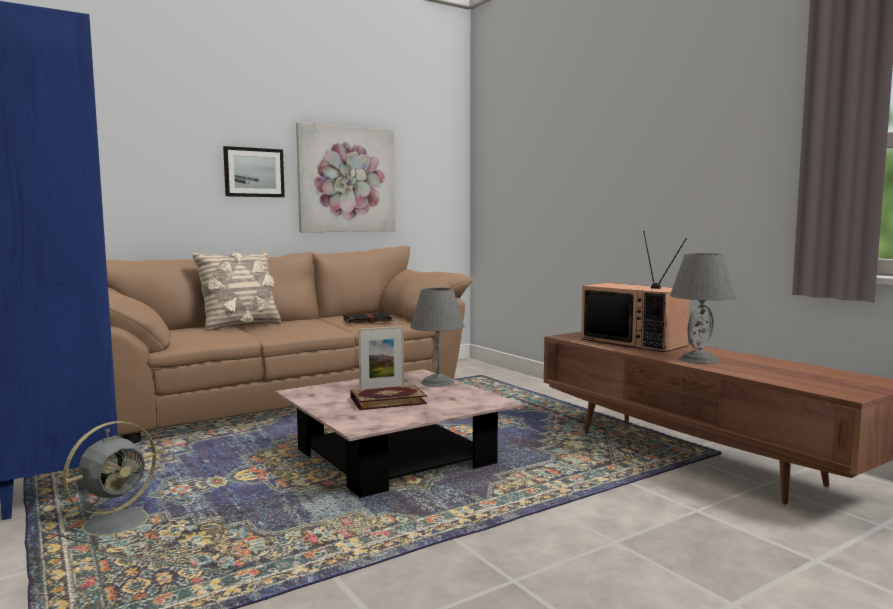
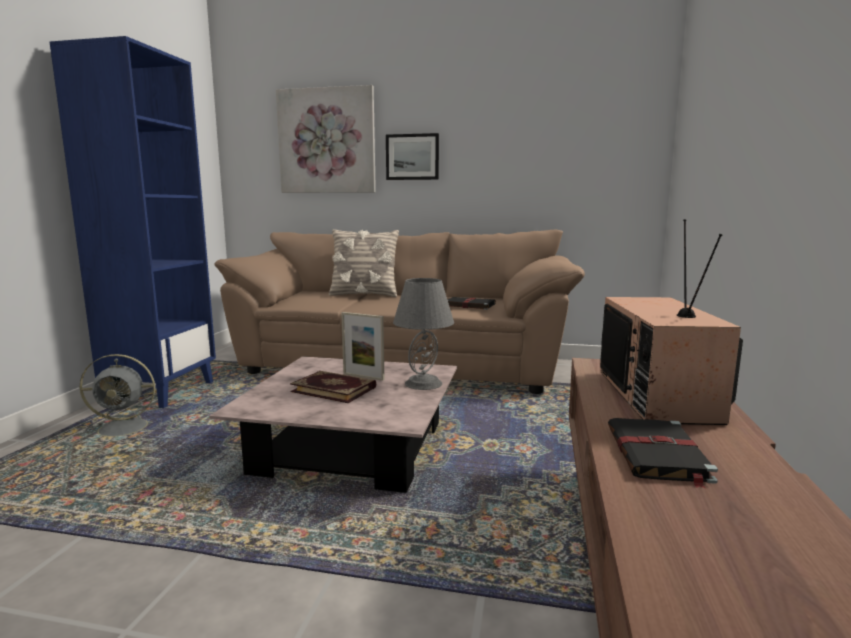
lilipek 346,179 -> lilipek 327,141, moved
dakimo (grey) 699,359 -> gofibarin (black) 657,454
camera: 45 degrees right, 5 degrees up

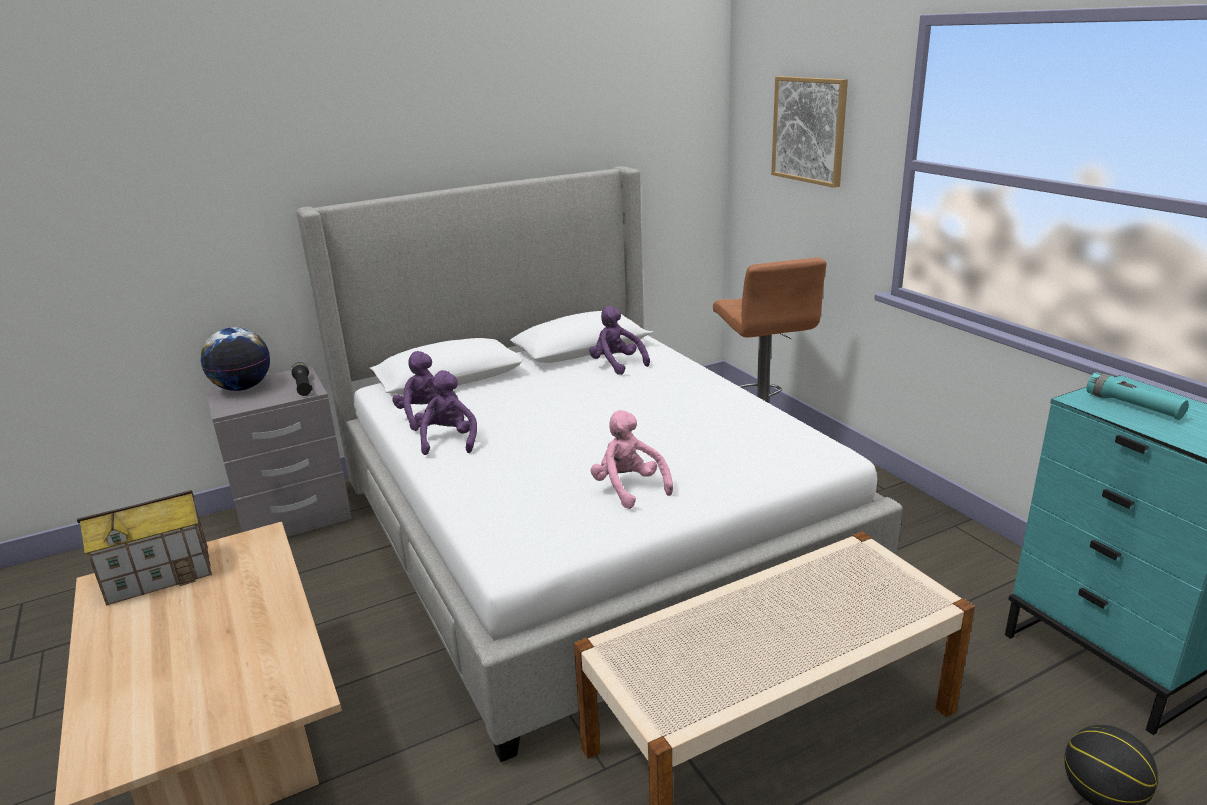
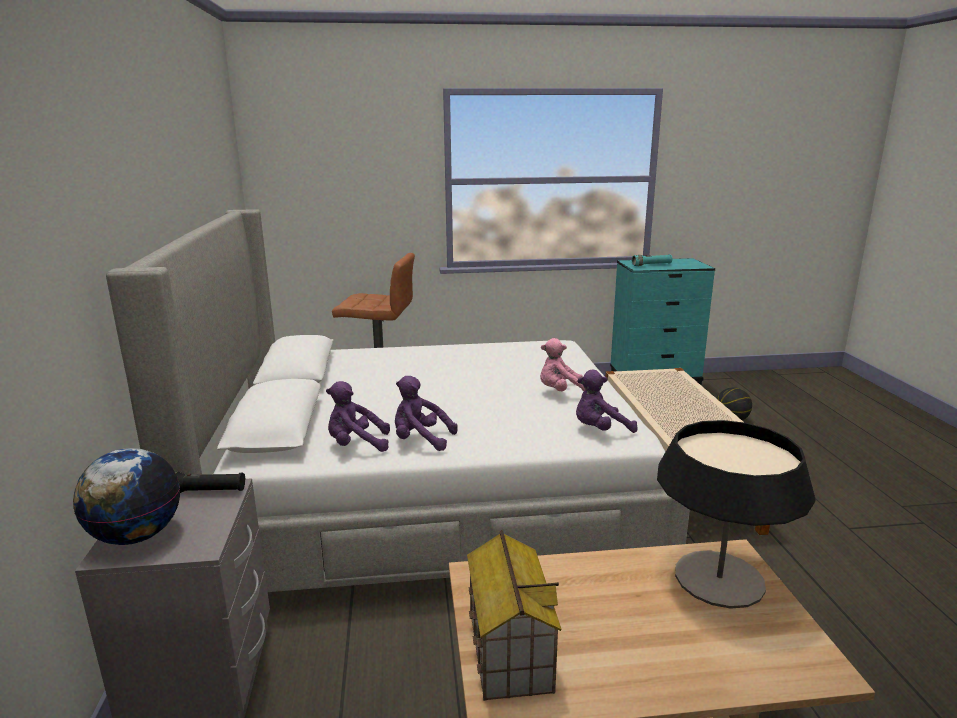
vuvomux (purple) 616,364 -> vuvomux (purple) 600,430, moved
lilipek 809,130 -> none
none -> dakimo 719,579
camera: 70 degrees left, 5 degrees down

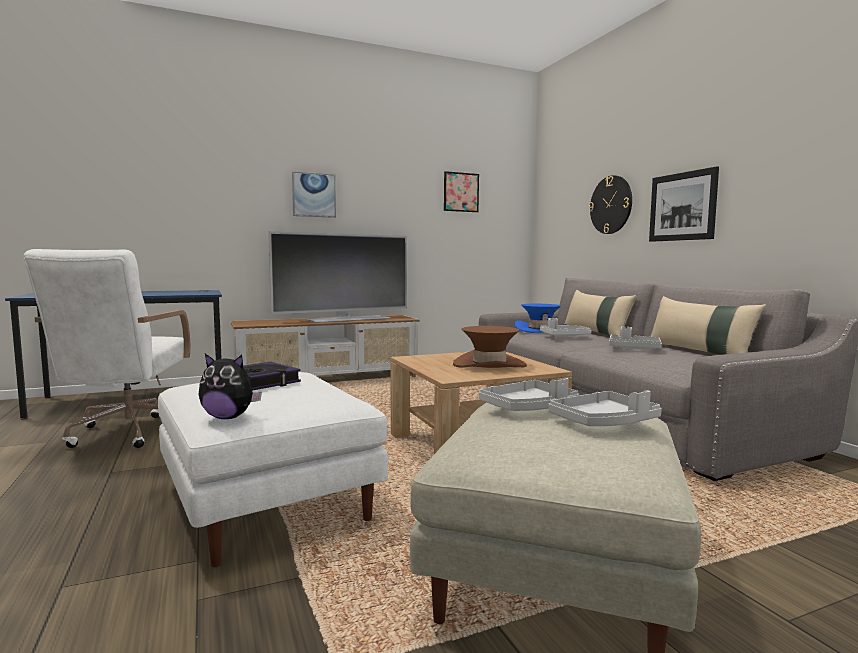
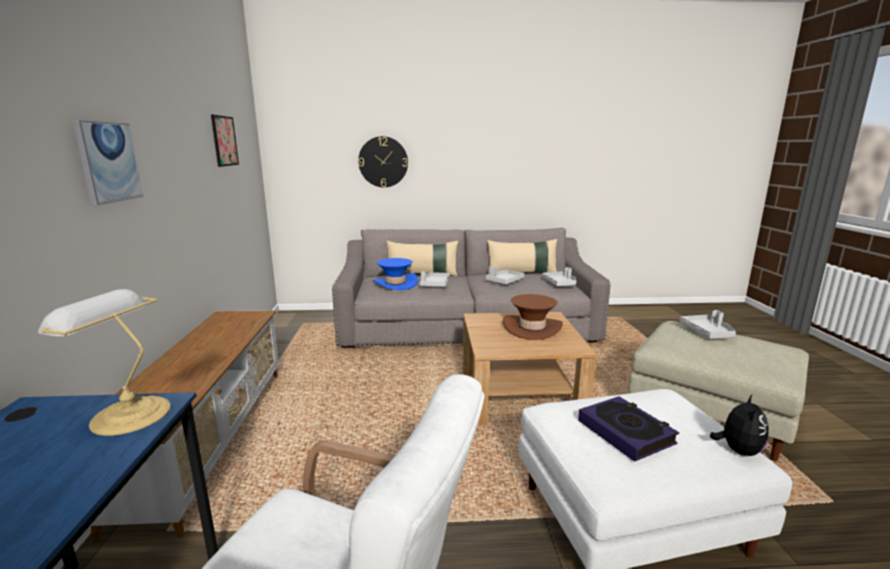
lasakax 348,319 -> none
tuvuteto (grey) 528,408 -> tuvuteto (grey) 560,283, moved
lilipek 682,206 -> none
none -> dakimo 127,414
camera: 70 degrees left, 10 degrees up

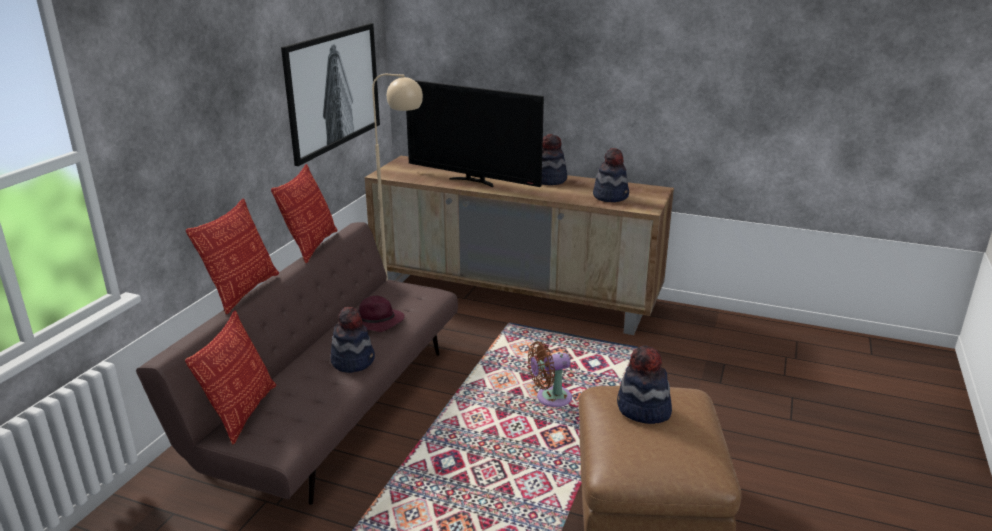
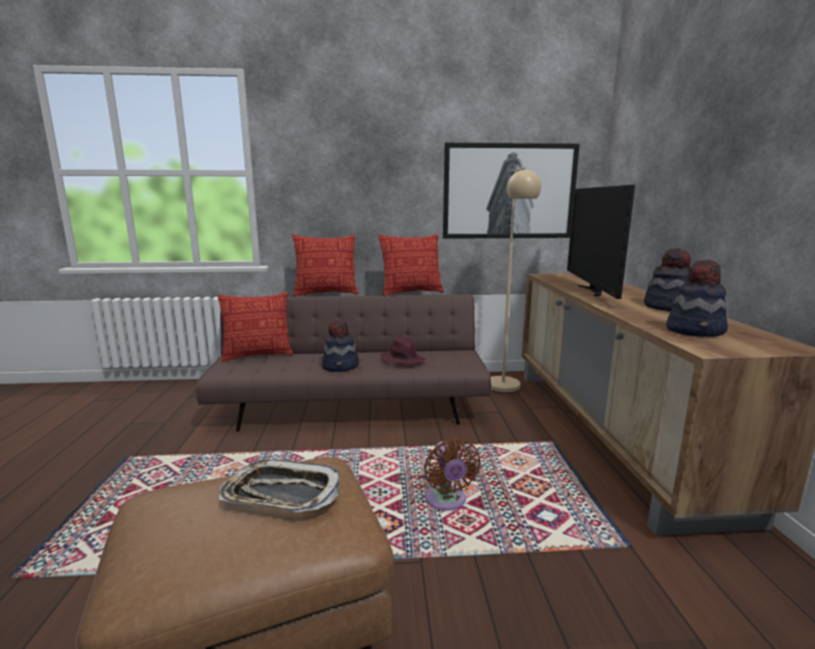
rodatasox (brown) 550,398 -> rodatasox (brown) 447,501, 150 degrees counterclockwise
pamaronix 643,410 -> tuvuteto 282,494
camera: 65 degrees right, 10 degrees down

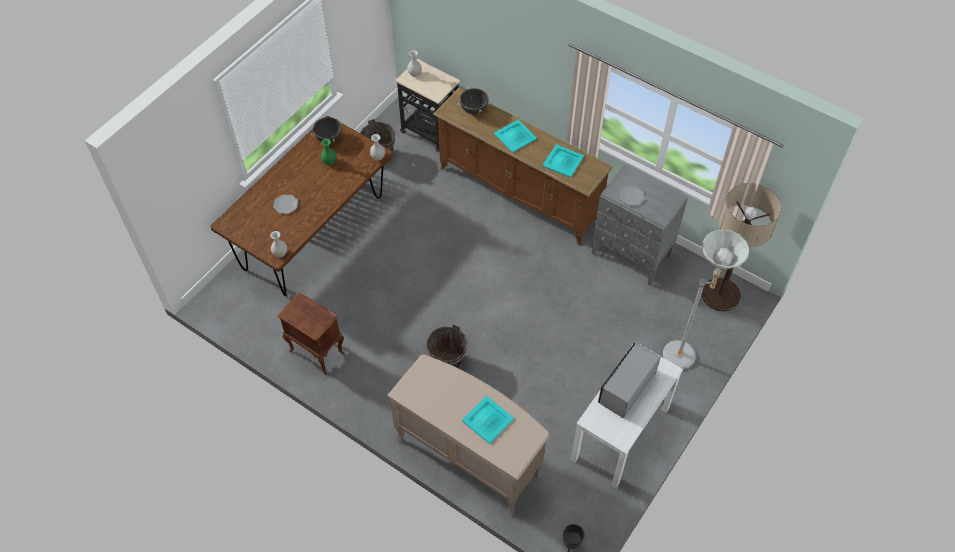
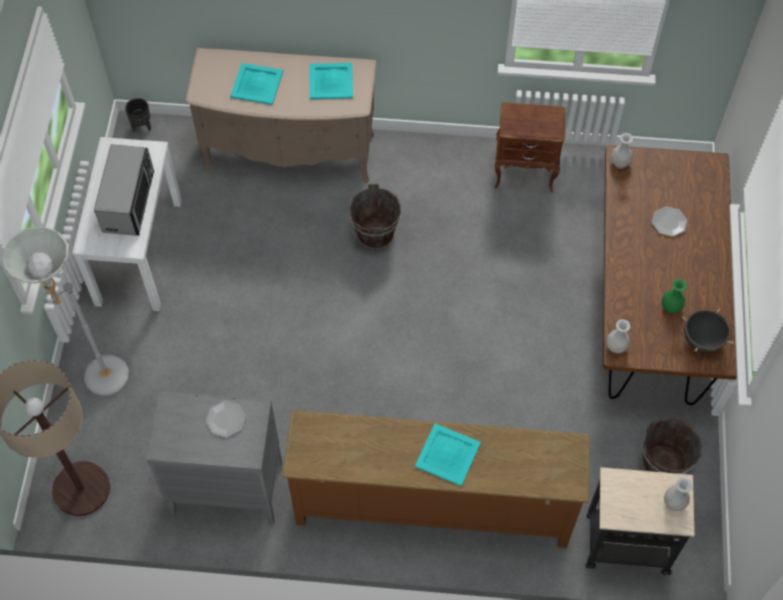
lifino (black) 474,109 -> none
tuvuteto (turquoise) 562,161 -> tuvuteto (turquoise) 331,81, moved
camera: 150 degrees right, 5 degrees up

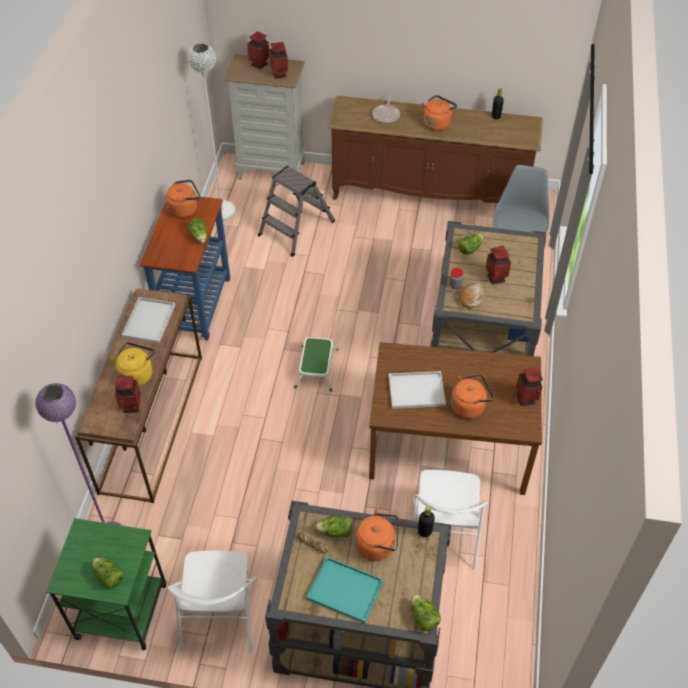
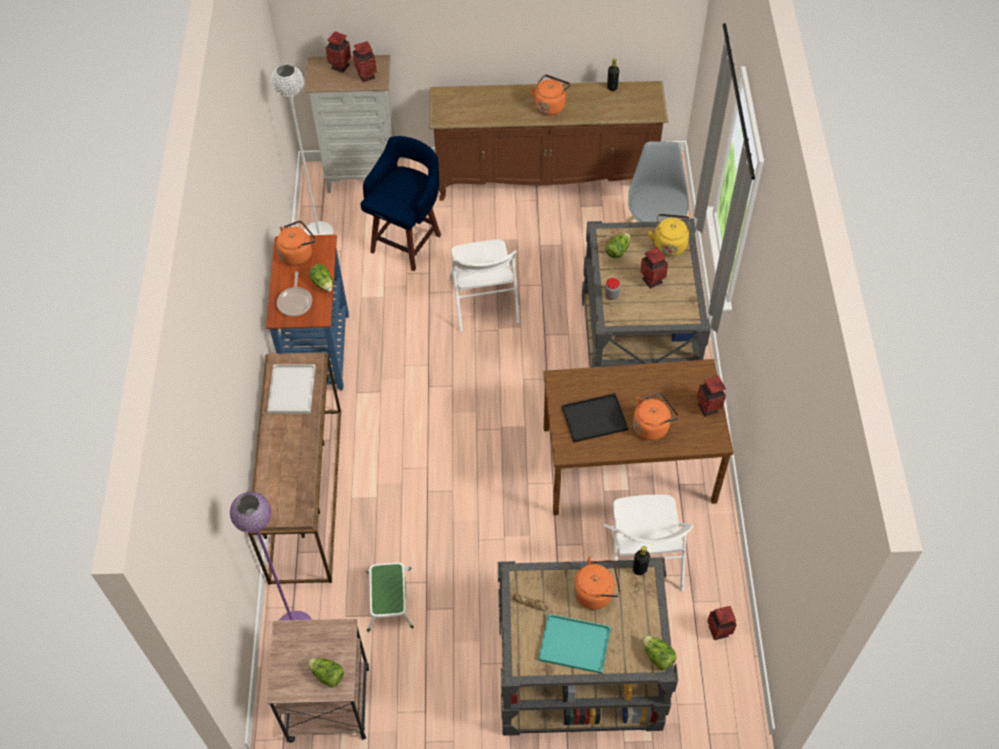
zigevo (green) 119,610 -> zigevo (brown) 327,702
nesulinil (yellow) 137,374 -> nesulinil (yellow) 669,244, moved
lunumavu 131,406 -> lunumavu 718,631, moved
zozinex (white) 219,614 -> zozinex (white) 483,301, moved
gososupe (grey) 296,228 -> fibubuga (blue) 408,241
gososupe (green) 317,368 -> gososupe (green) 389,599, moved
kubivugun 335,531 -> none
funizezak 386,115 -> funizezak 295,302, moved
tuvuteto (white) 415,391 -> tuvuteto (black) 593,419
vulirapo 471,298 -> none
camera: 10 degrees left, 5 degrees up

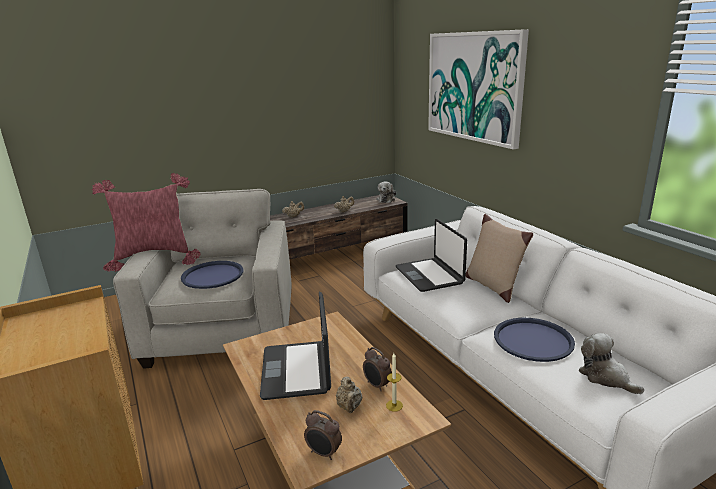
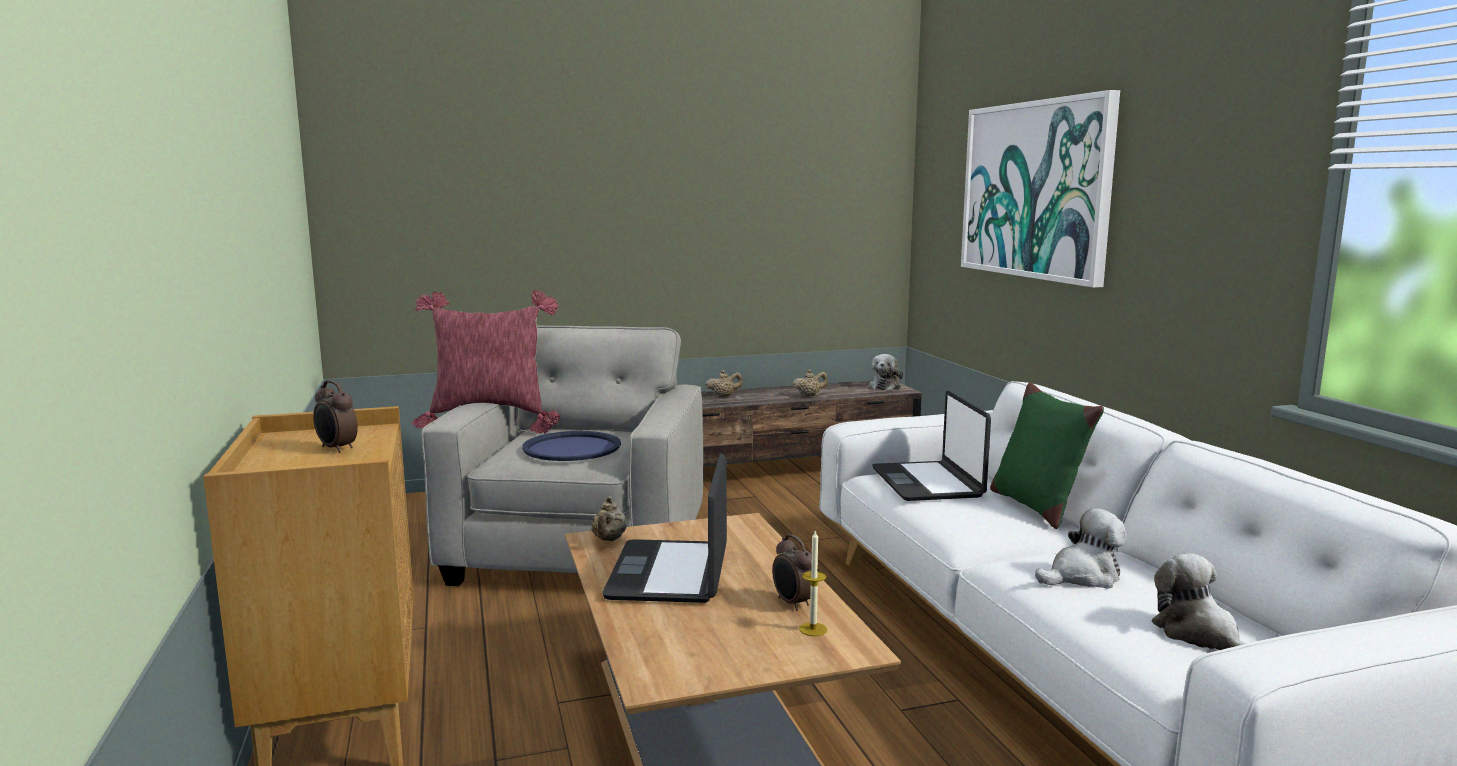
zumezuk 323,453 -> zumezuk 336,449, moved
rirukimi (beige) 349,407 -> rirukimi (beige) 609,539, moved
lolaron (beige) 493,286 -> lolaron (green) 1036,506
tuvuteto (blue) 533,340 -> vuvomux 1082,576
camera: 10 degrees right, 10 degrees down

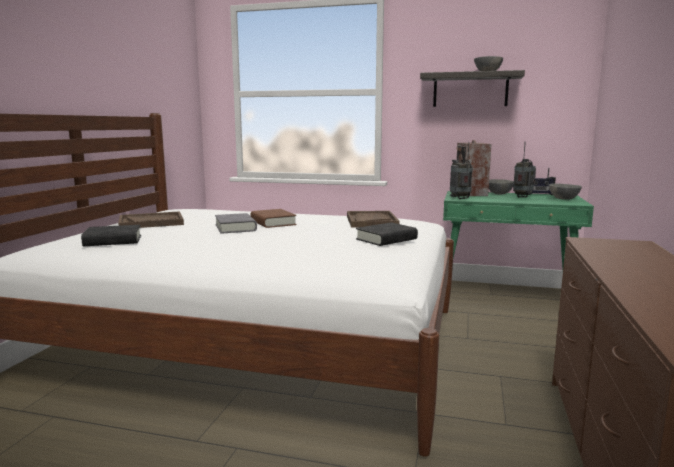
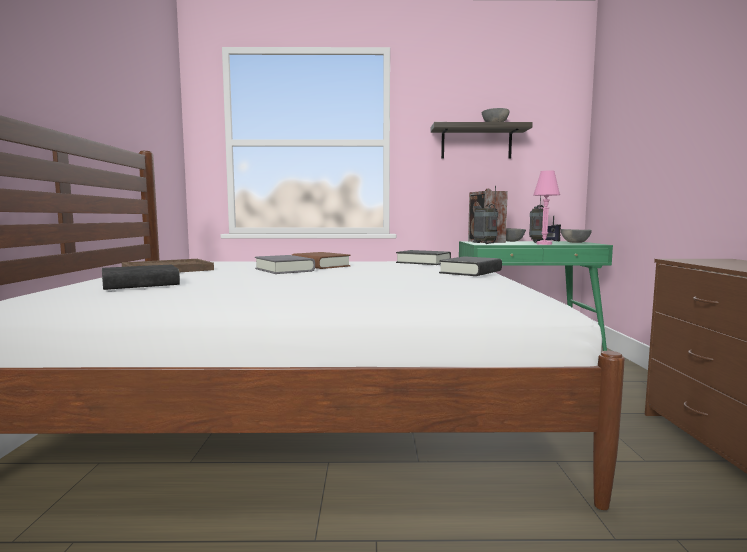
tuvuteto (brown) 371,221 -> gofibarin (black) 423,262
none -> dakimo (pink) 544,244
camera: 15 degrees left, 5 degrees down

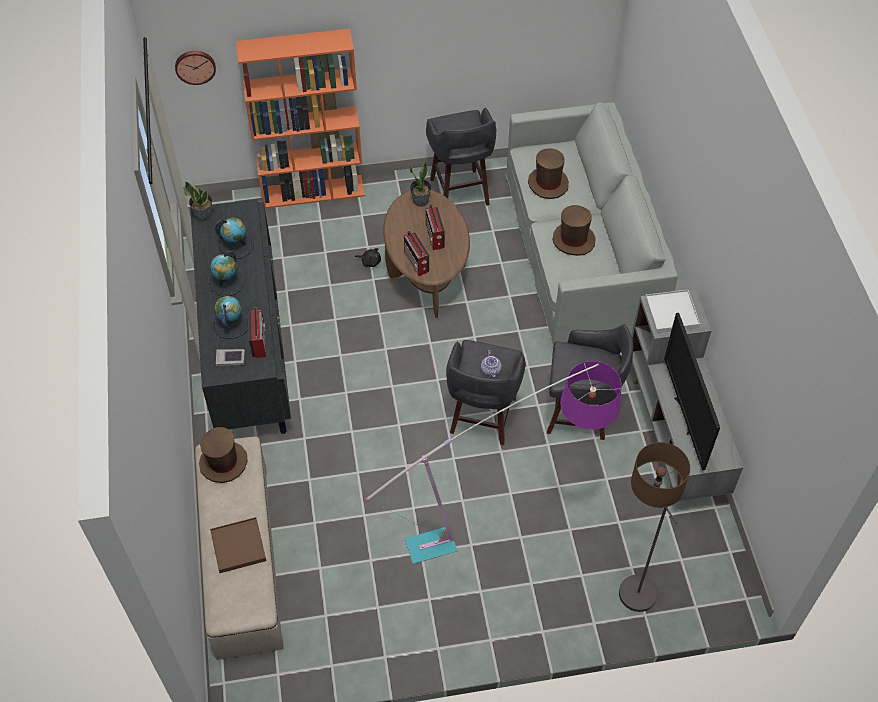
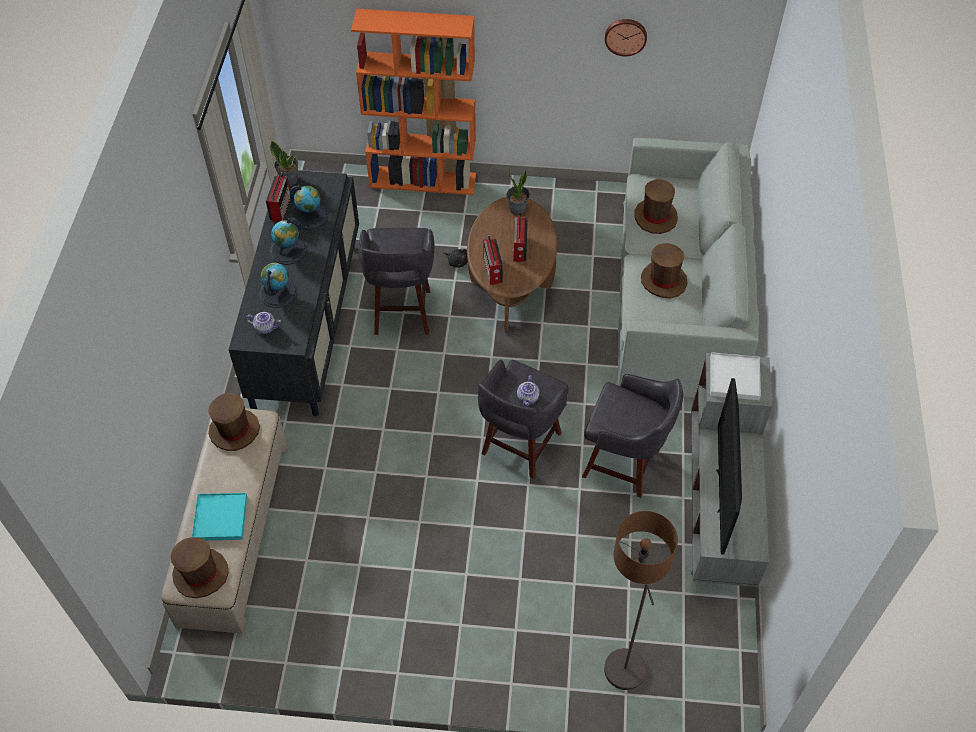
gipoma 195,66 -> gipoma 625,36, moved
tuvuteto (brown) 238,546 -> tuvuteto (turquoise) 220,518
gofibarin 230,359 -> rirukimi 265,327
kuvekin 259,341 -> kuvekin 281,207, moved
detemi 509,522 -> none
fibubuga (grey) 460,194 -> fibubuga (grey) 402,315, moved
none -> pamaronix (brown) 200,574
camera: 15 degrees right, 0 degrees up

